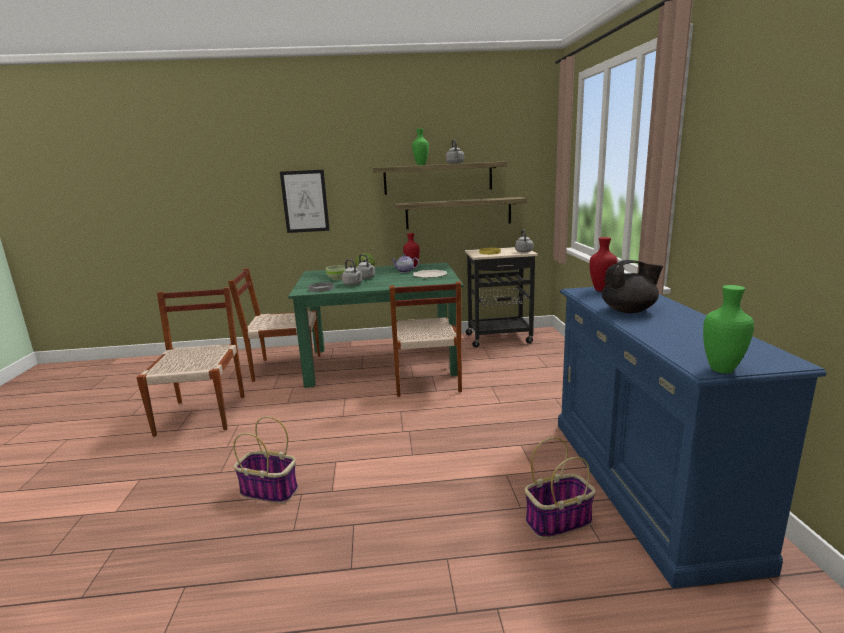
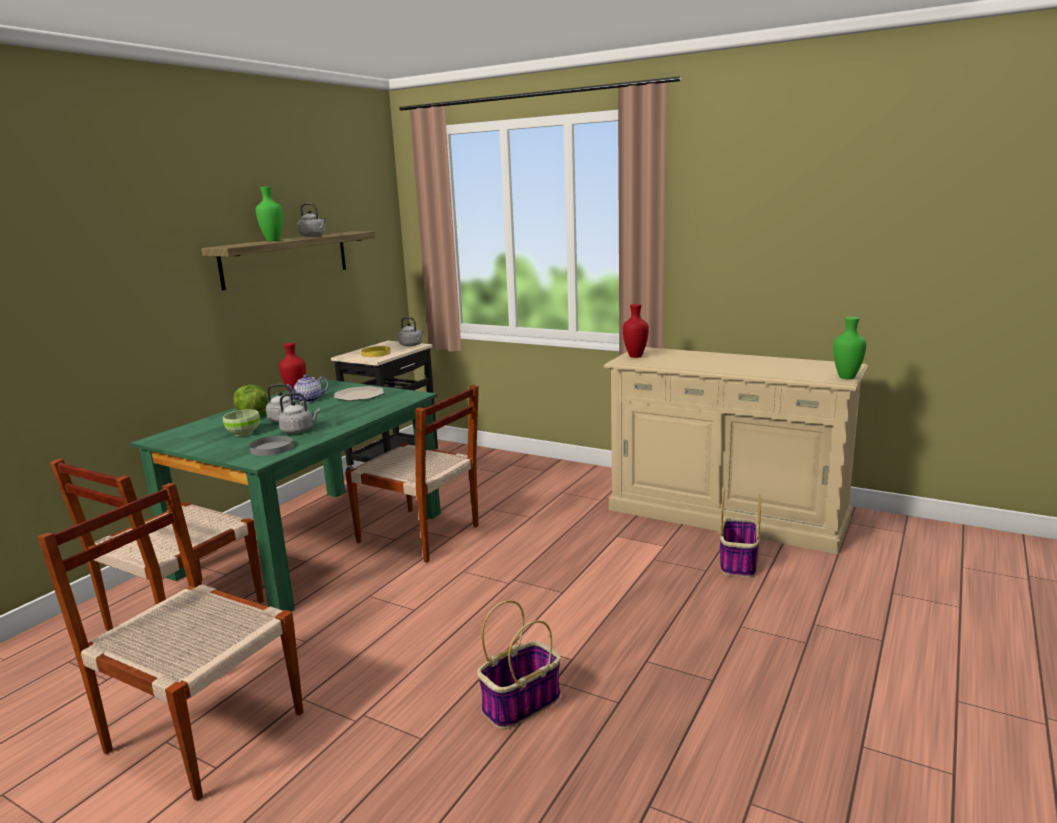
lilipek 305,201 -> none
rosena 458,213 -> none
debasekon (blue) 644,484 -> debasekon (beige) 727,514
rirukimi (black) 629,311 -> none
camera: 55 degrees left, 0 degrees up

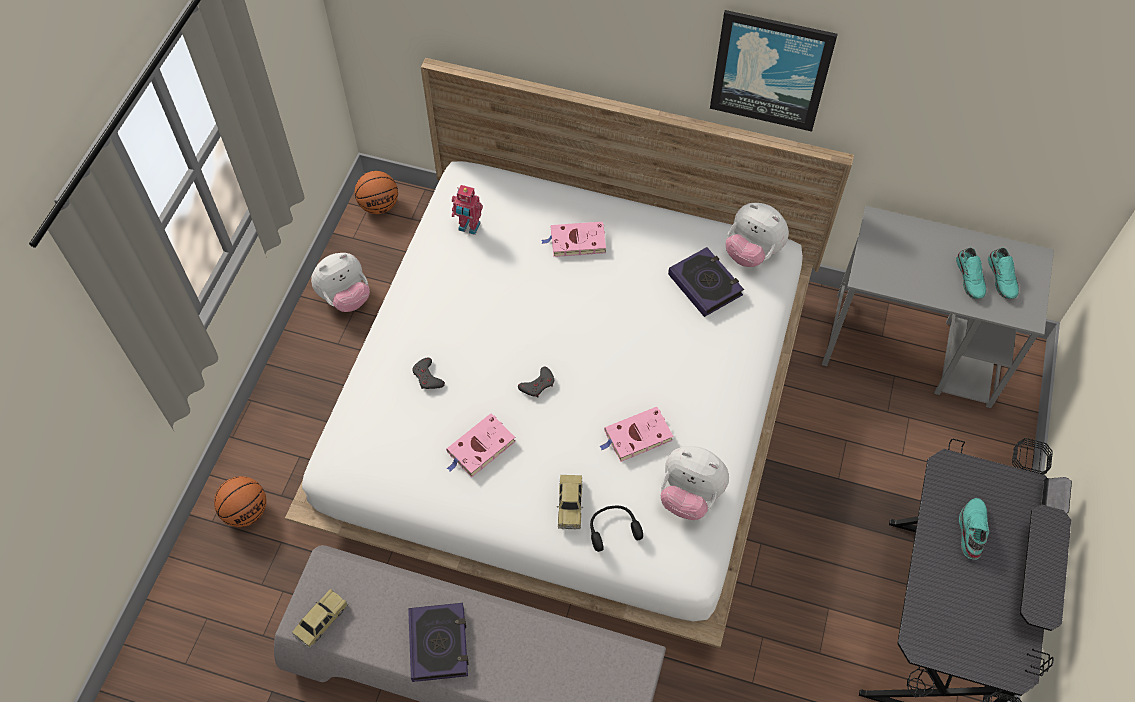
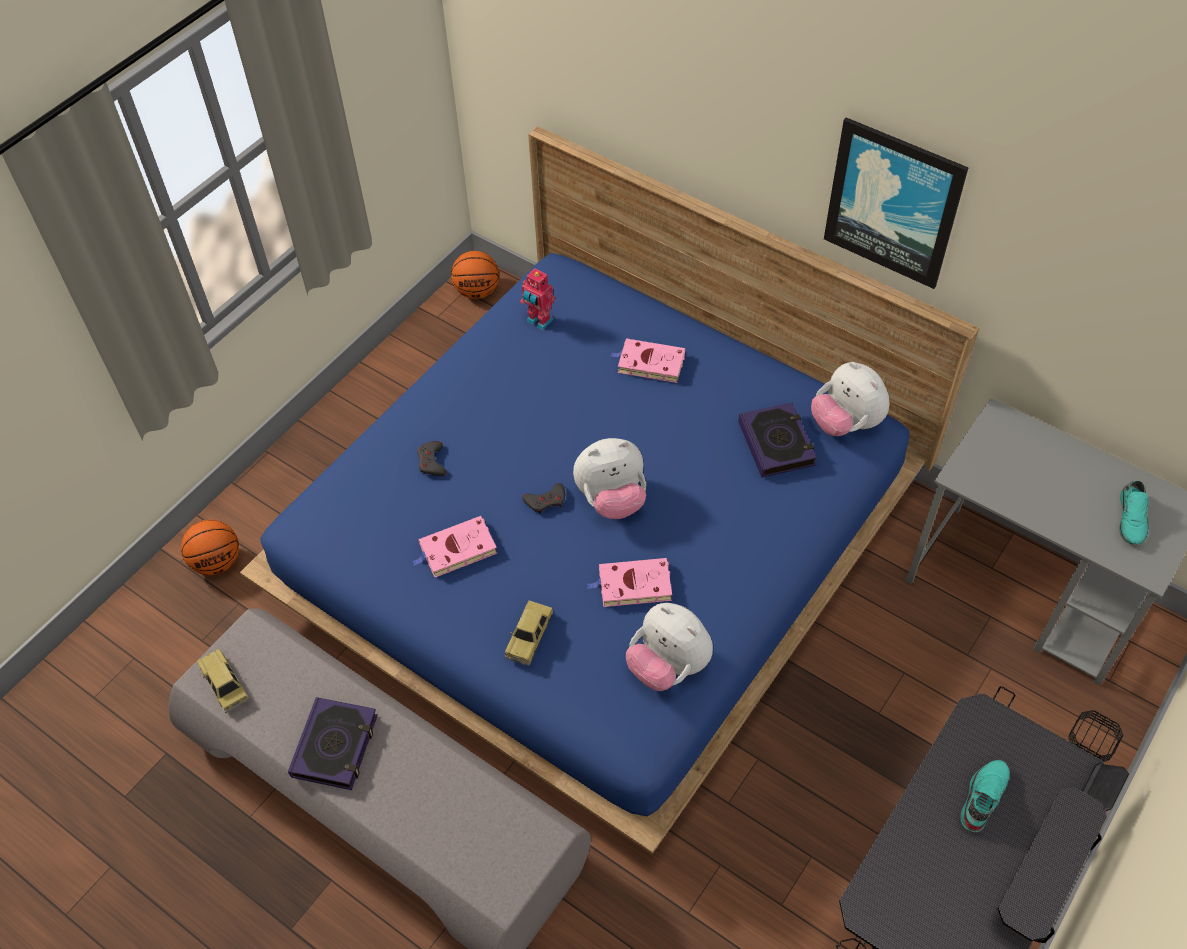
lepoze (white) 567,405 -> lepoze (blue) 595,546
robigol 321,621 -> robigol 225,684, 90 degrees counterclockwise
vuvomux 345,297 -> vuvomux 612,499, moved
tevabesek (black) 613,529 -> none
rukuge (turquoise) 970,278 -> none
camera: 20 degrees right, 5 degrees down

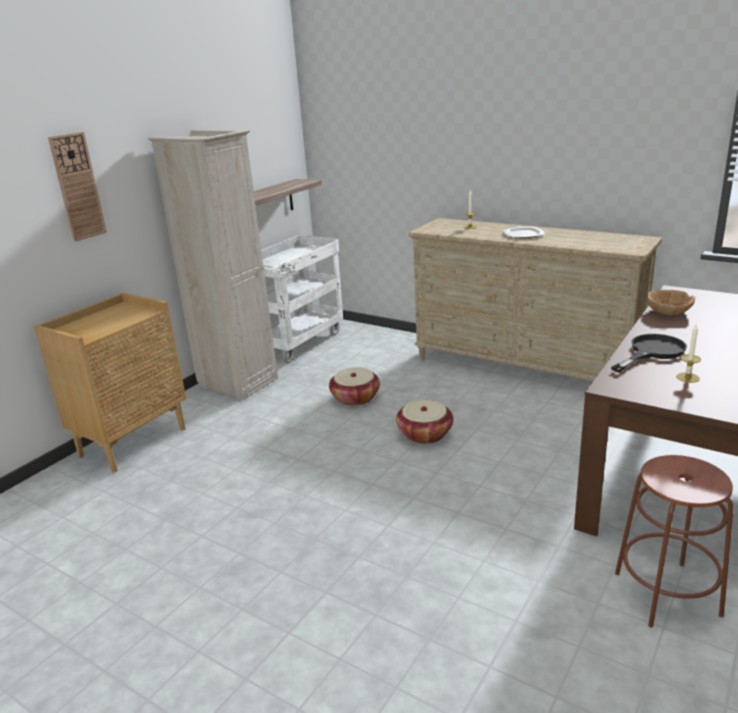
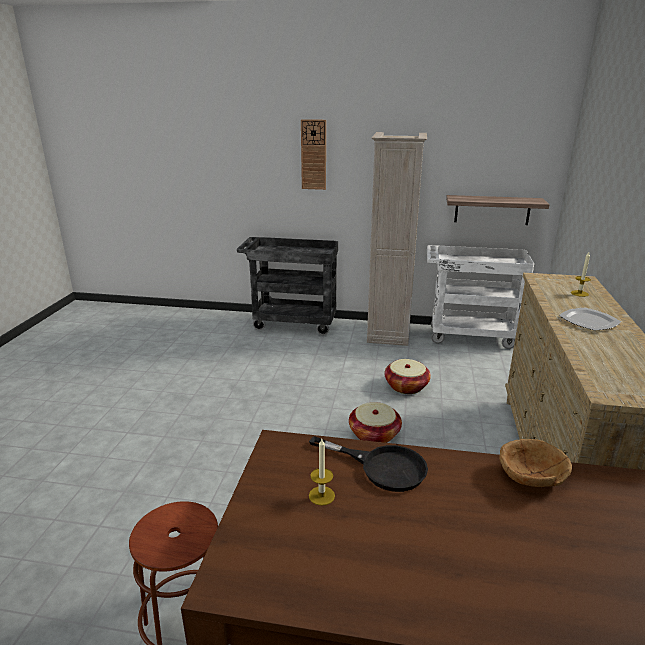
debasekon (brown) 134,442 -> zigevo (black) 291,325
camera: 65 degrees right, 0 degrees up

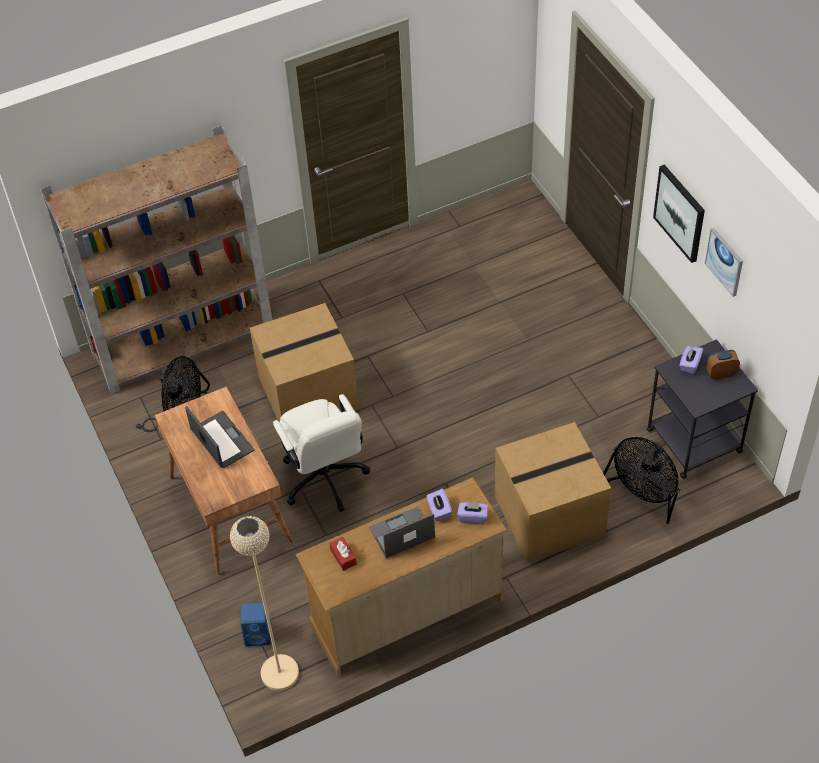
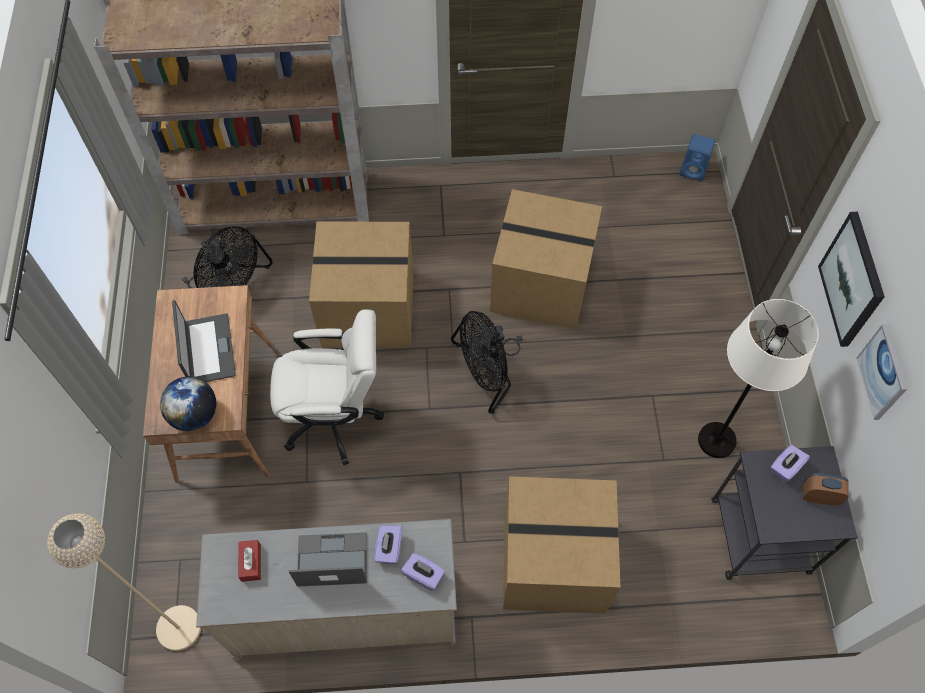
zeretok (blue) 259,635 -> zeretok (blue) 694,170, moved
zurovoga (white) 326,481 -> zurovoga (white) 337,419, 90 degrees counterclockwise
debasekon (brown) 405,611 -> debasekon (grey) 344,612
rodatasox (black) 644,490 -> rodatasox (black) 488,369, moved
none -> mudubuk 195,415
none -> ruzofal 539,285
none -> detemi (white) 716,441
camera: 20 degrees right, 10 degrees up

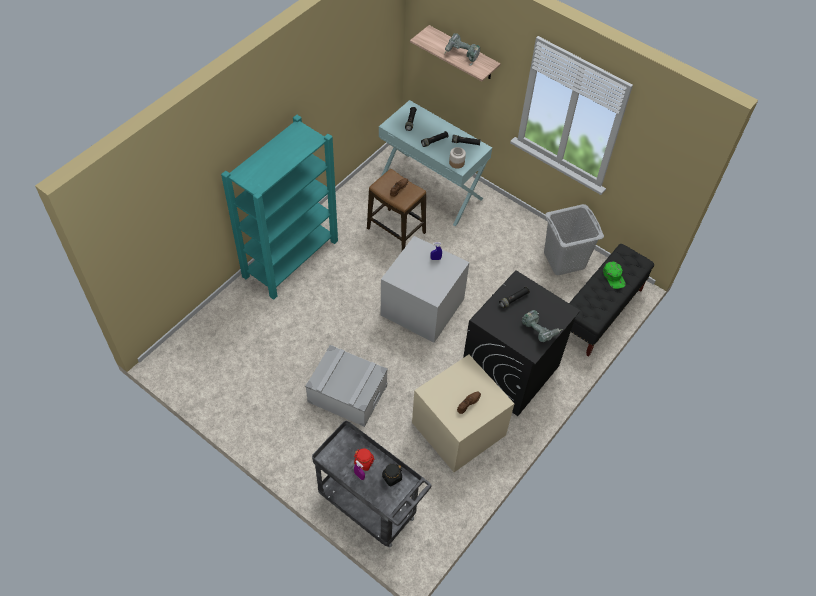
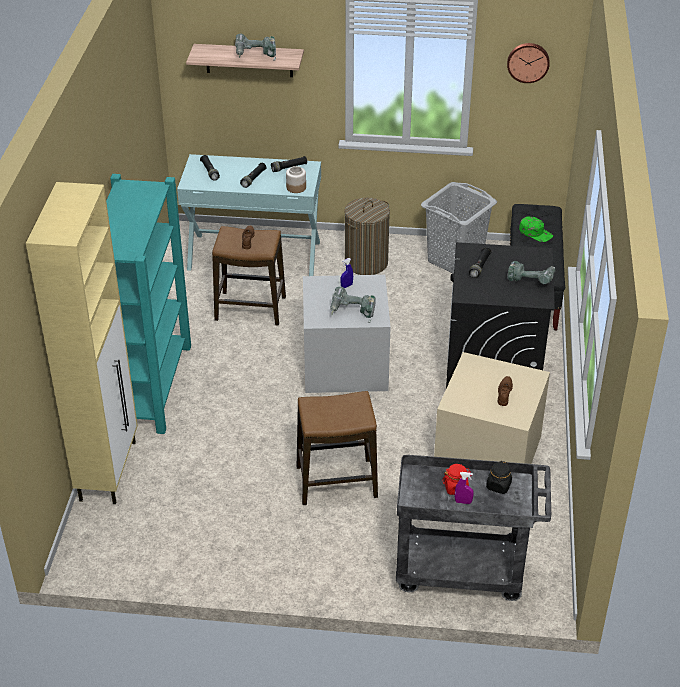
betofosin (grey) 347,393 -> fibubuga 336,482
none -> debasekon (beige) 108,470
none -> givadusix 352,313
none -> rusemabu 366,263
none -> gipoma 528,62
camera: 30 degrees left, 15 degrees down

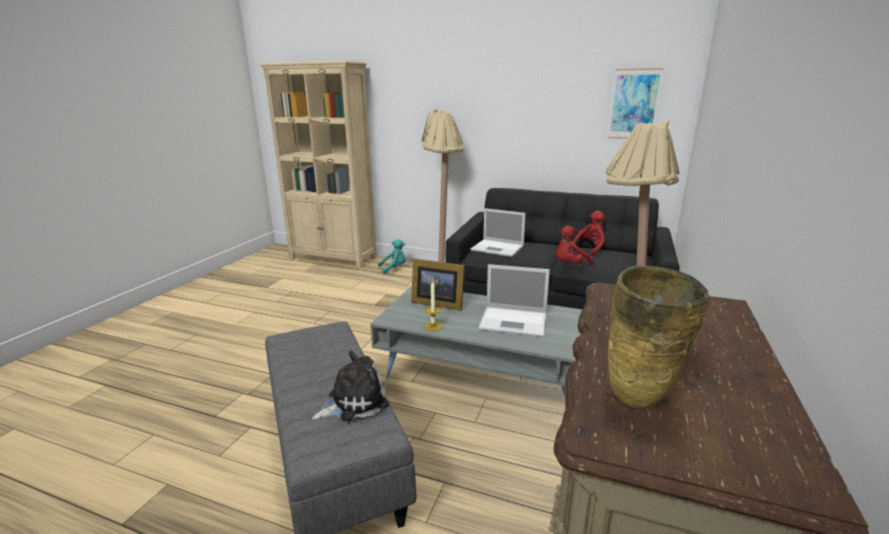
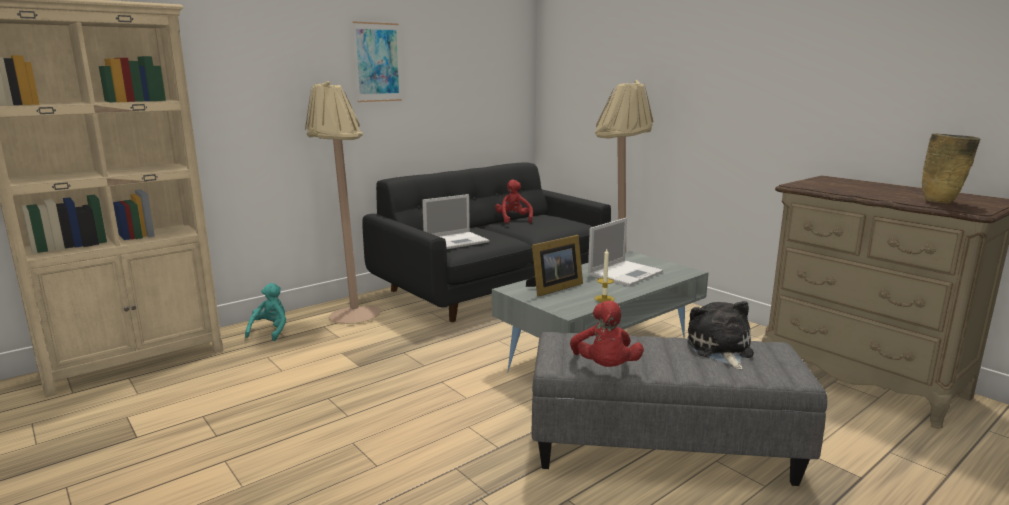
vuvomux (red) 570,265 -> vuvomux (red) 605,368, moved
lilipek 634,104 -> lilipek 377,62, moved
camera: 60 degrees left, 5 degrees down

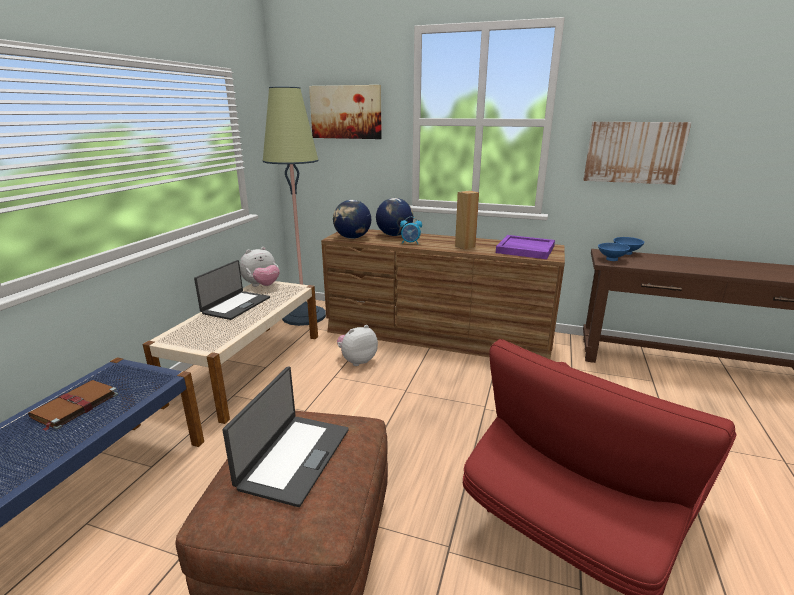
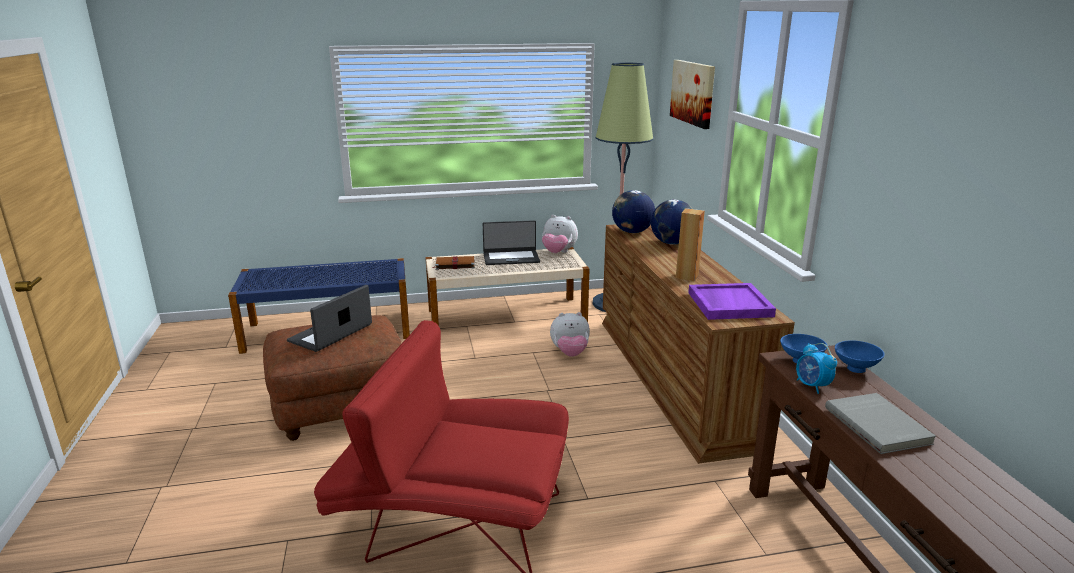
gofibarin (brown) 74,406 -> gofibarin (brown) 454,264, moved
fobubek 294,457 -> fobubek 331,333, 135 degrees clockwise
vuvomux 357,361 -> vuvomux 570,353, 150 degrees clockwise
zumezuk 410,243 -> zumezuk 812,386, moved
lilipek 634,152 -> none
none -> gofibarin (grey) 878,425
camera: 60 degrees right, 0 degrees up

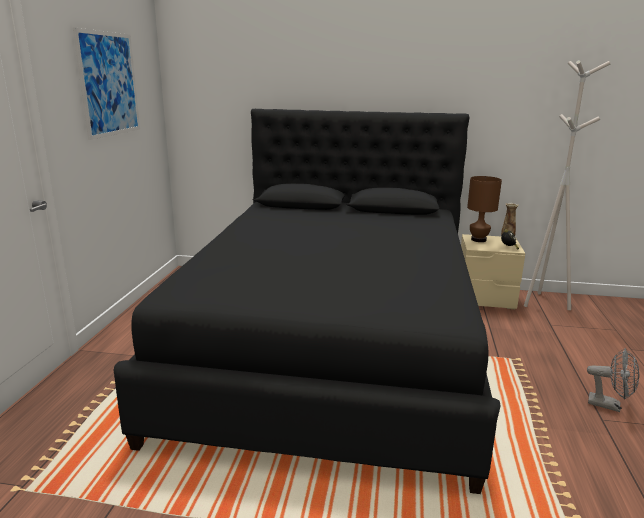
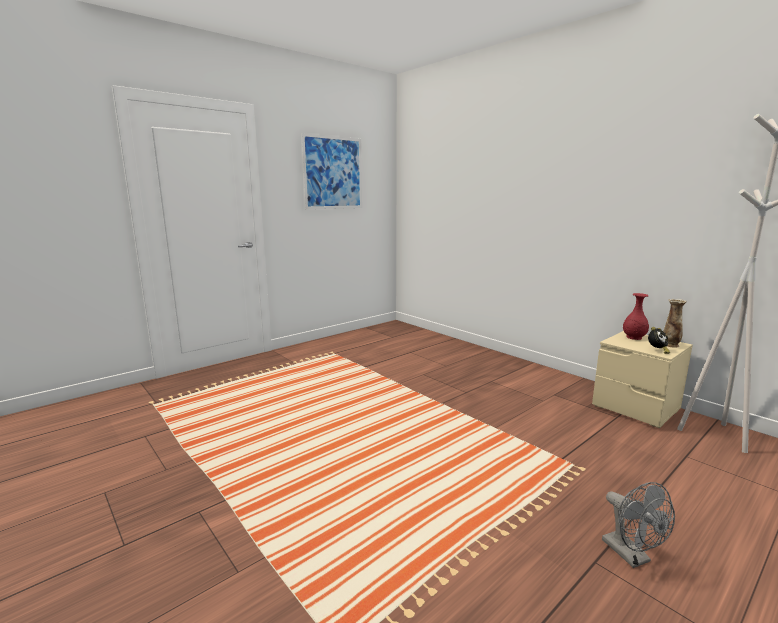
lepoze (black) 333,345 -> none
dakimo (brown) 478,240 -> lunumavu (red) 633,337
camera: 40 degrees right, 5 degrees down

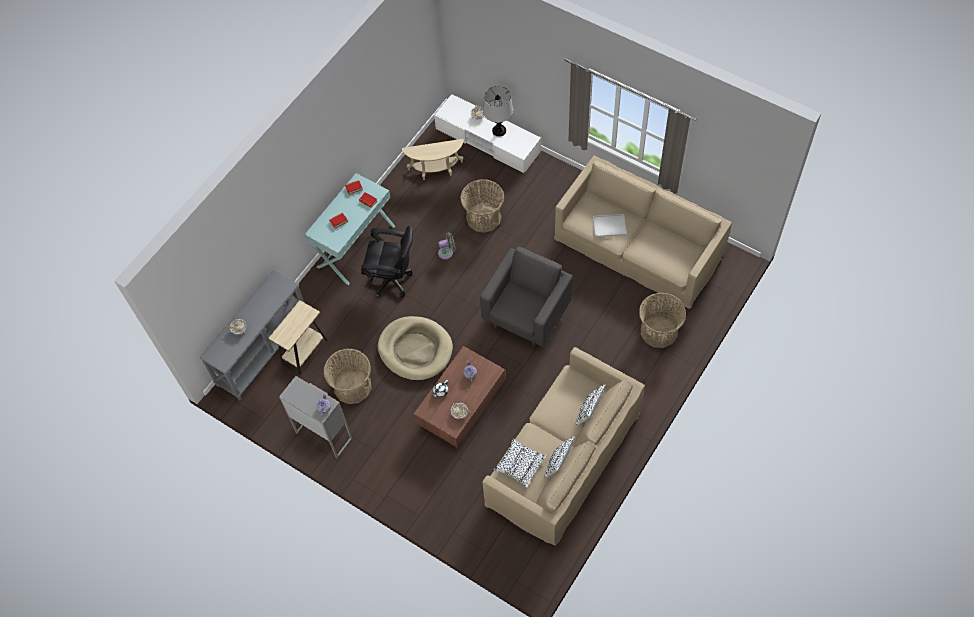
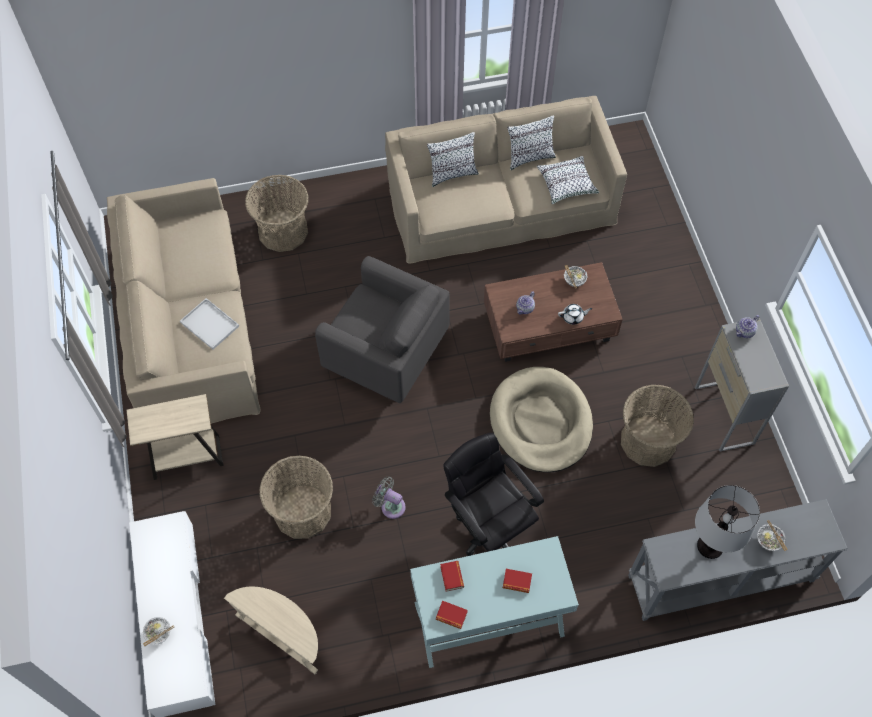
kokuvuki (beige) 305,352 -> kokuvuki (beige) 186,457, moved
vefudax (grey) 527,315 -> vefudax (grey) 386,355, 135 degrees counterclockwise
dakimo 499,131 -> dakimo 710,546, moved
camera: 140 degrees left, 0 degrees up

